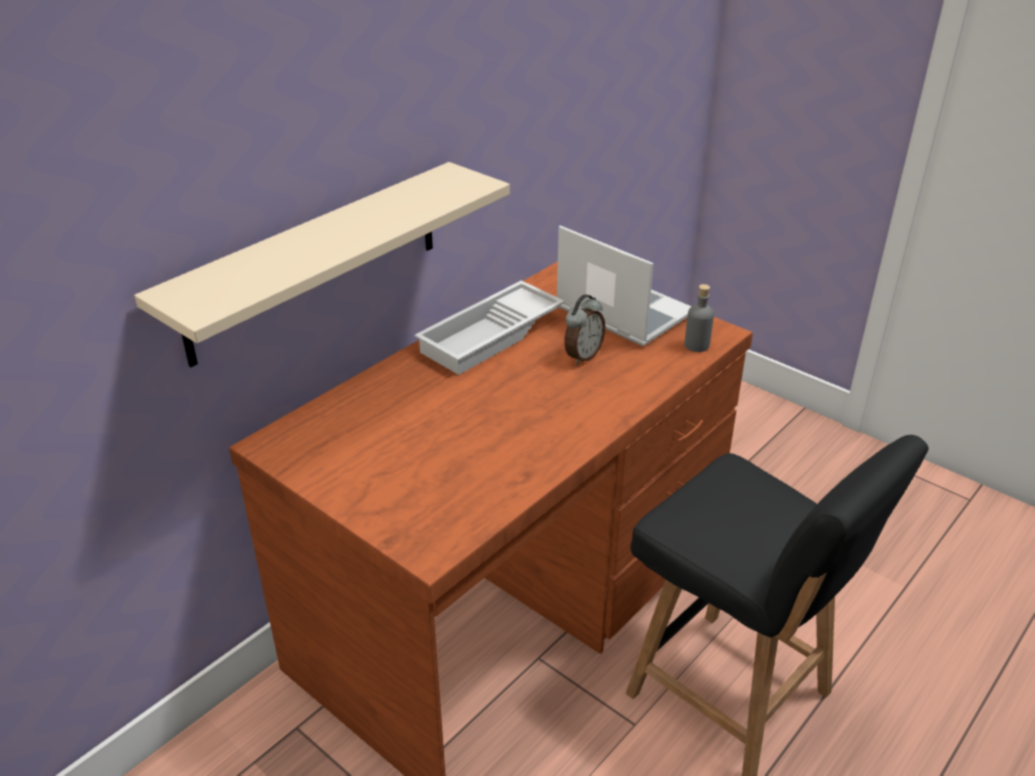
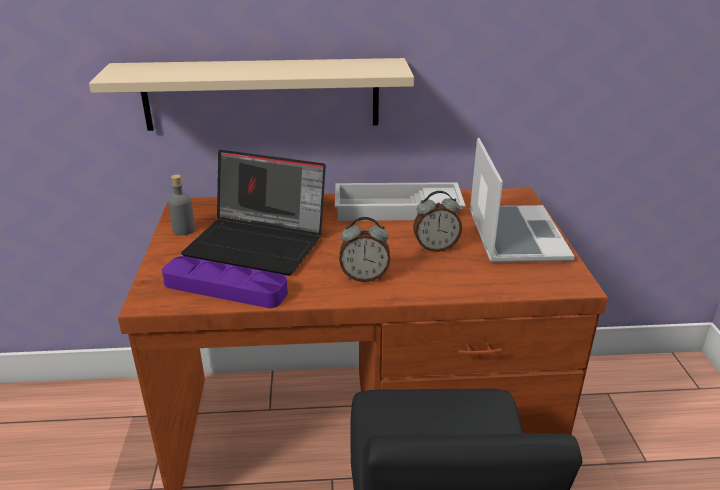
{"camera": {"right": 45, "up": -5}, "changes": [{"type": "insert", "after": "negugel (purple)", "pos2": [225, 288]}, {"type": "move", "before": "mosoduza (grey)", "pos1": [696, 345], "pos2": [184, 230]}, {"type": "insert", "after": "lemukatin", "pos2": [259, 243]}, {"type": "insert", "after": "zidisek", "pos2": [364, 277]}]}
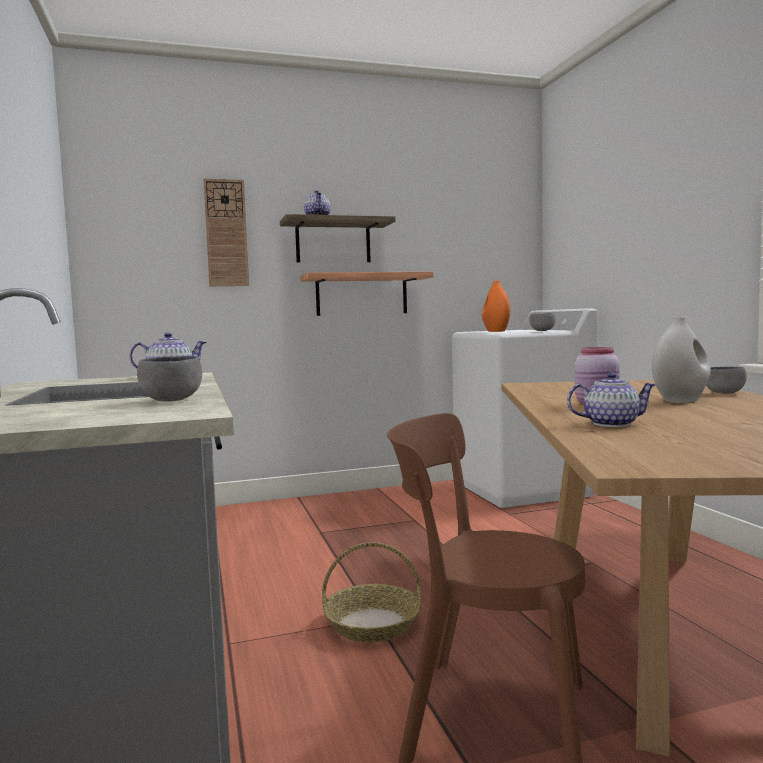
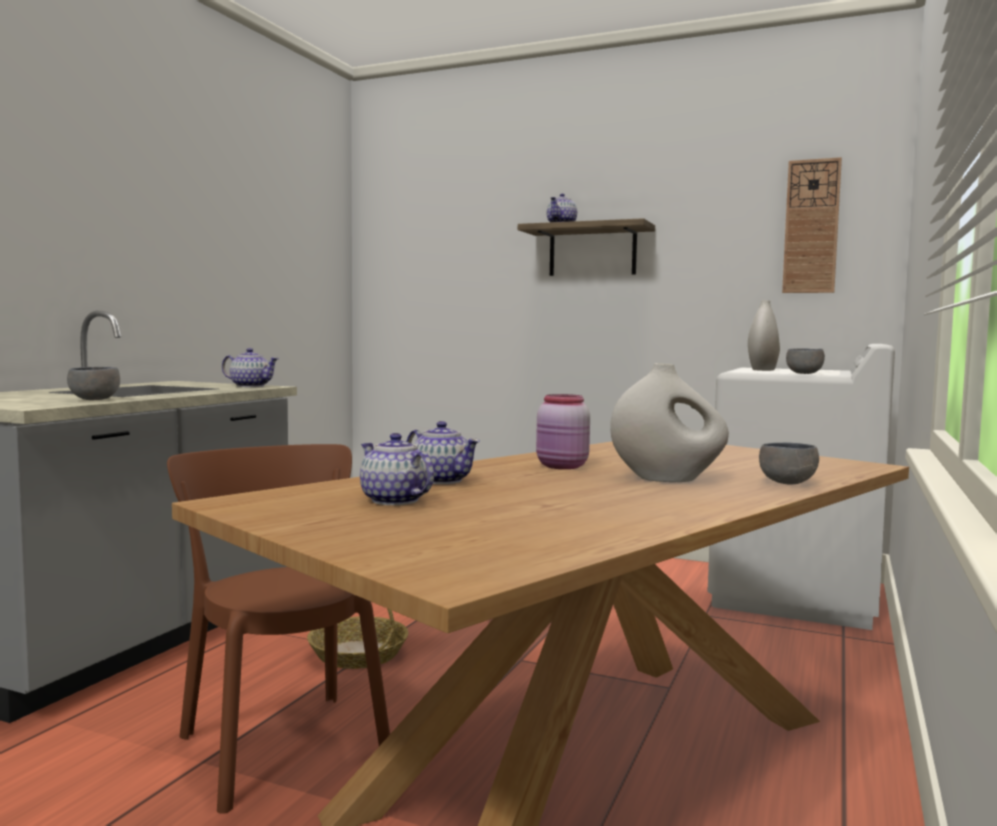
{"camera": {"right": 40, "up": 0}, "changes": [{"type": "insert", "after": "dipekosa", "pos2": [395, 500]}, {"type": "recolor", "before": "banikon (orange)", "after": "banikon (white)", "pos1": [495, 331], "pos2": [762, 370]}, {"type": "move", "before": "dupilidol", "pos1": [226, 233], "pos2": [811, 226]}, {"type": "delete", "before": "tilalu", "pos1": [361, 294]}]}
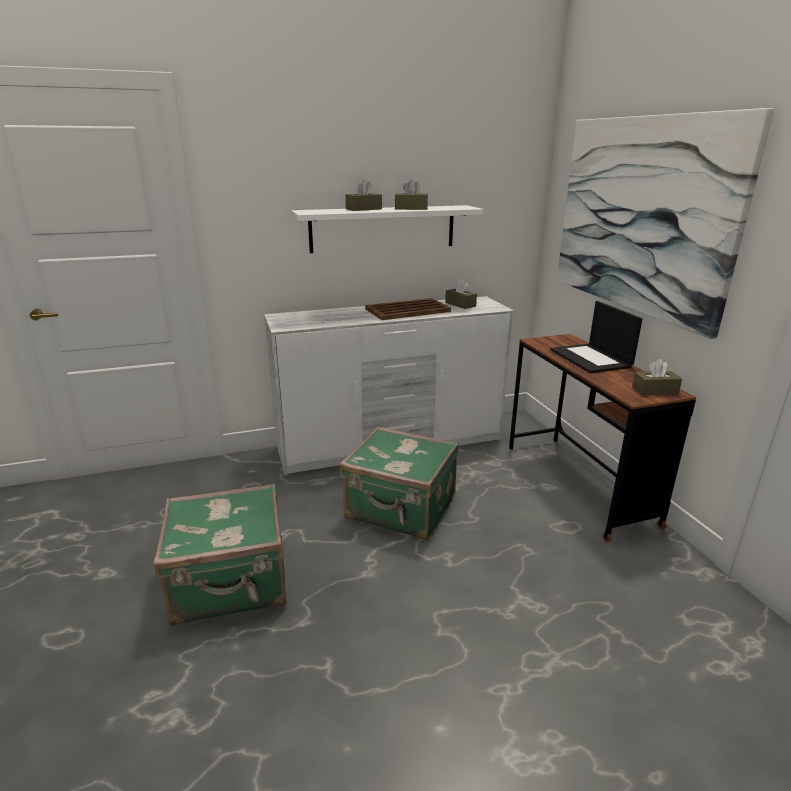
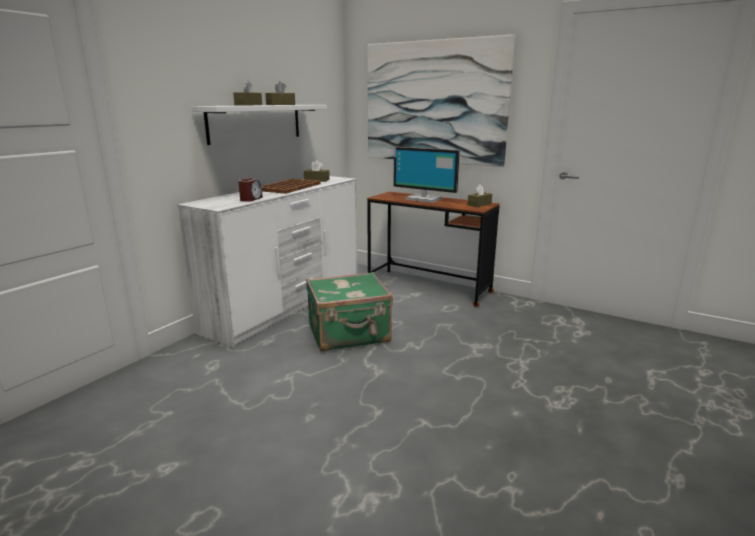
{"camera": {"right": -40, "up": -5}, "changes": [{"type": "insert", "after": "zidisek", "pos2": [251, 199]}, {"type": "replace", "before": "lemukatin", "after": "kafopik", "pos1": [591, 359], "pos2": [424, 199]}, {"type": "delete", "before": "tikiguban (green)", "pos1": [231, 584]}]}
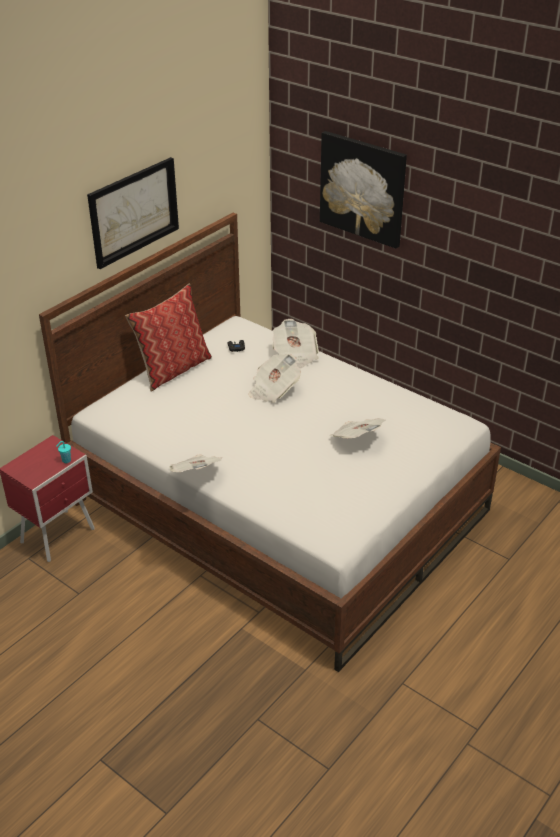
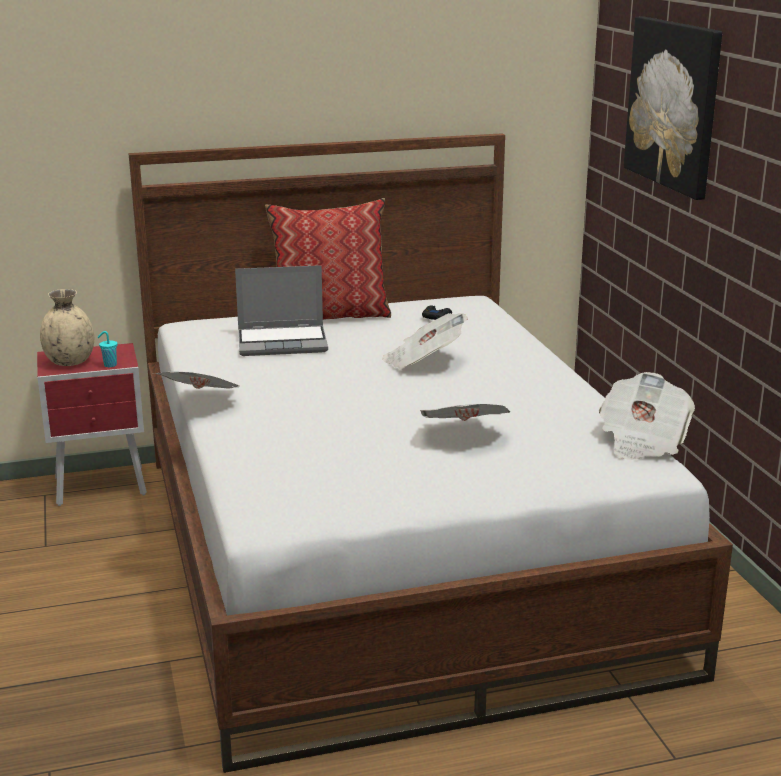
{"camera": {"right": 35, "up": -15}, "changes": [{"type": "insert", "after": "banikon (beige)", "pos2": [69, 362]}, {"type": "insert", "after": "lemukatin", "pos2": [283, 342]}, {"type": "move", "before": "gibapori", "pos1": [295, 355], "pos2": [642, 441]}, {"type": "delete", "before": "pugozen", "pos1": [134, 212]}]}
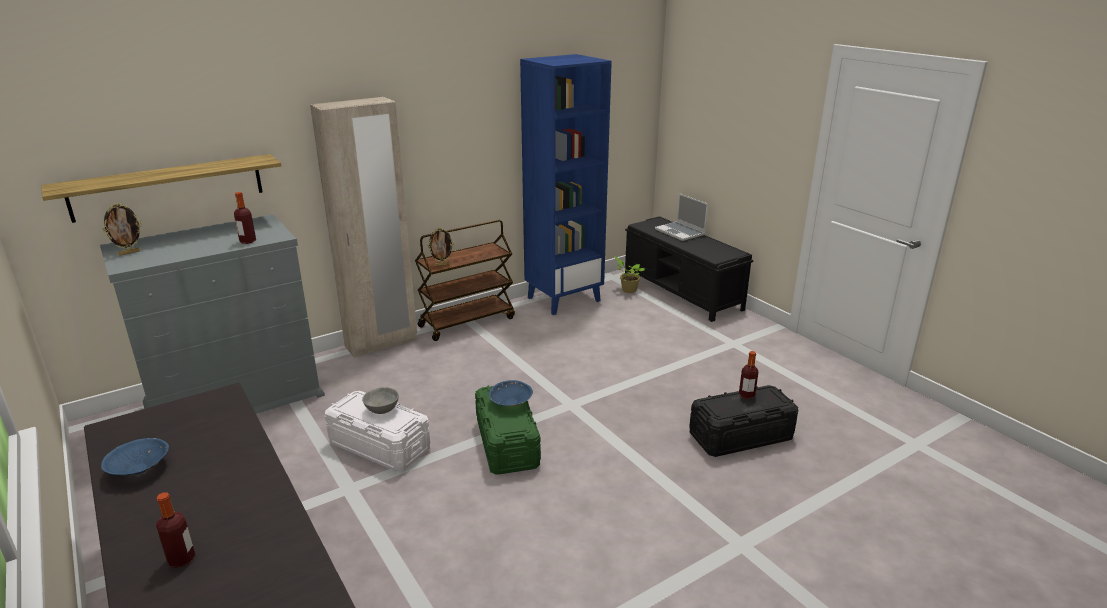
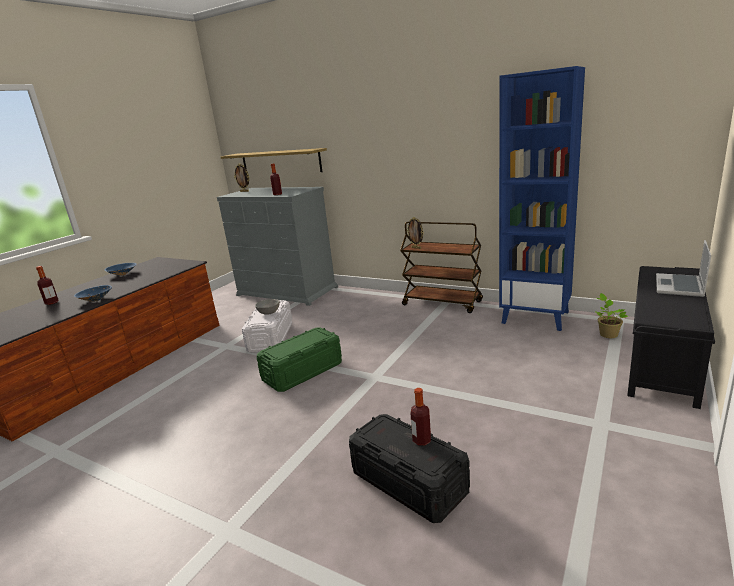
{"camera": {"right": 65, "up": -5}, "changes": [{"type": "move", "before": "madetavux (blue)", "pos1": [510, 403], "pos2": [95, 300]}, {"type": "delete", "before": "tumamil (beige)", "pos1": [381, 343]}]}
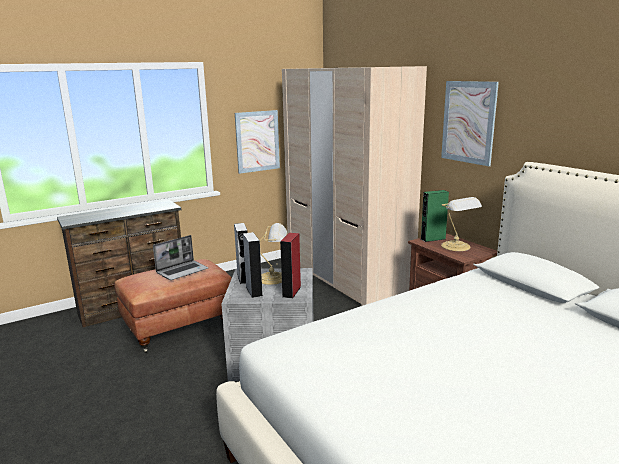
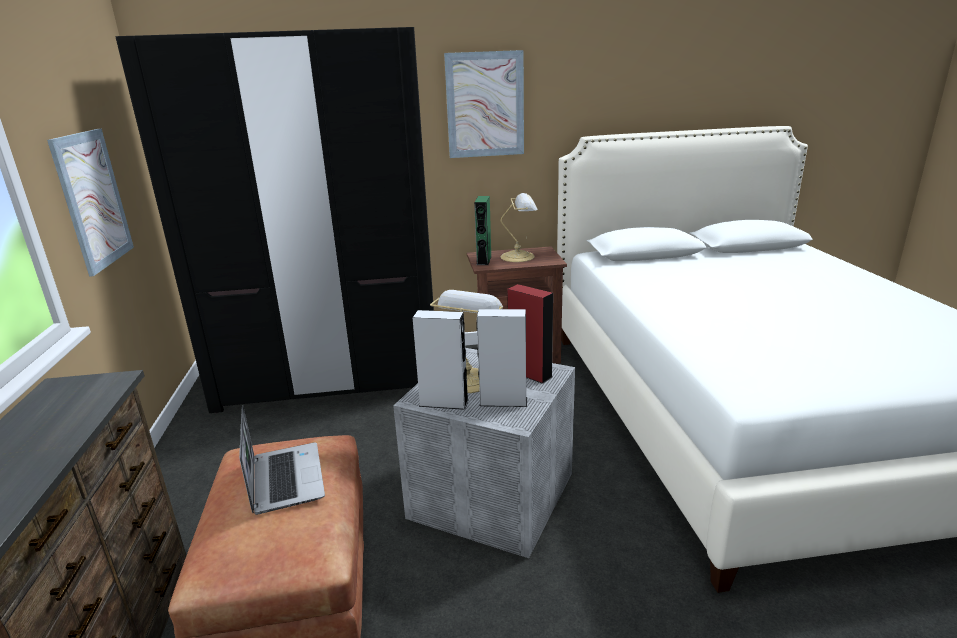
{"camera": {"right": -65, "up": 5}, "changes": [{"type": "recolor", "before": "tumamil (beige)", "after": "tumamil (black)", "pos1": [346, 278], "pos2": [330, 380]}]}
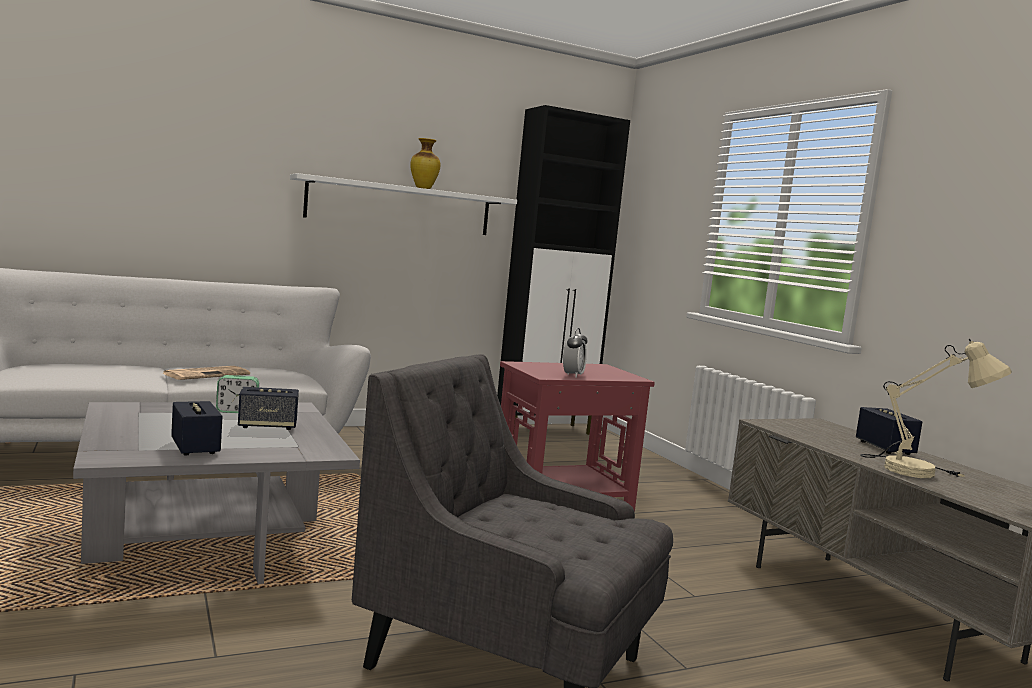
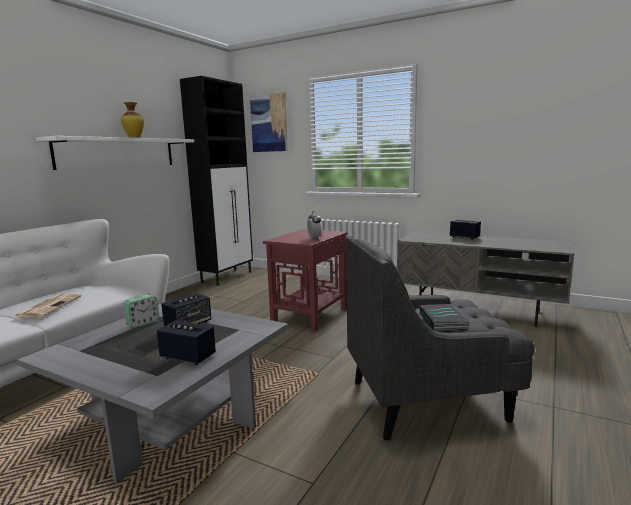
{"camera": {"right": -35, "up": 5}, "changes": [{"type": "insert", "after": "pugozen", "pos2": [269, 123]}, {"type": "insert", "after": "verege", "pos2": [443, 322]}, {"type": "delete", "before": "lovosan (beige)", "pos1": [919, 472]}]}
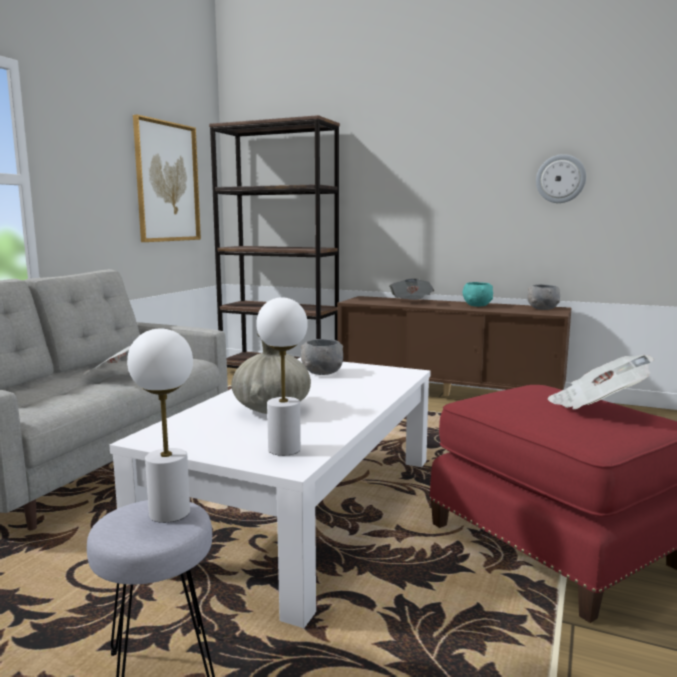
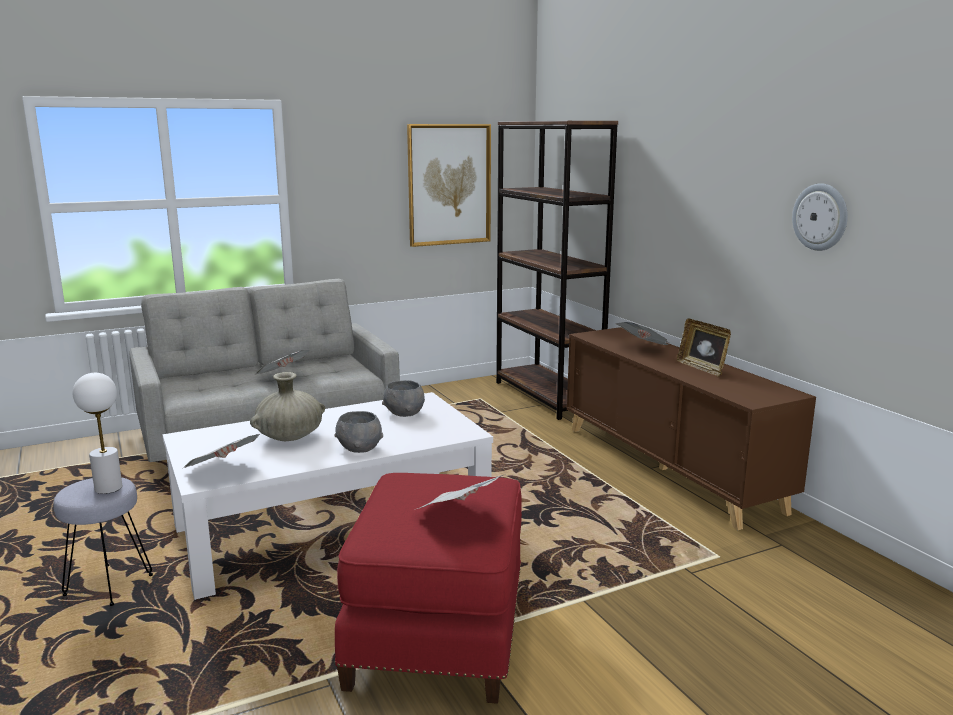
{"camera": {"right": 40, "up": 5}, "changes": [{"type": "replace", "before": "lovosan (white)", "after": "gibapori", "pos1": [283, 449], "pos2": [223, 470]}, {"type": "move", "before": "madetavux (grey)", "pos1": [542, 308], "pos2": [359, 448]}, {"type": "replace", "before": "madetavux (turquoise)", "after": "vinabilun", "pos1": [477, 305], "pos2": [702, 368]}]}
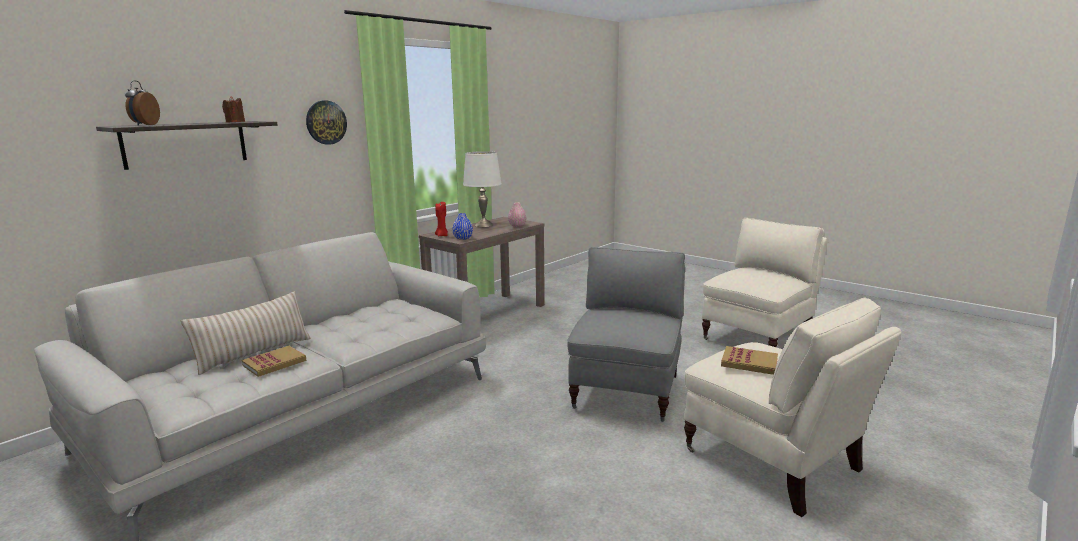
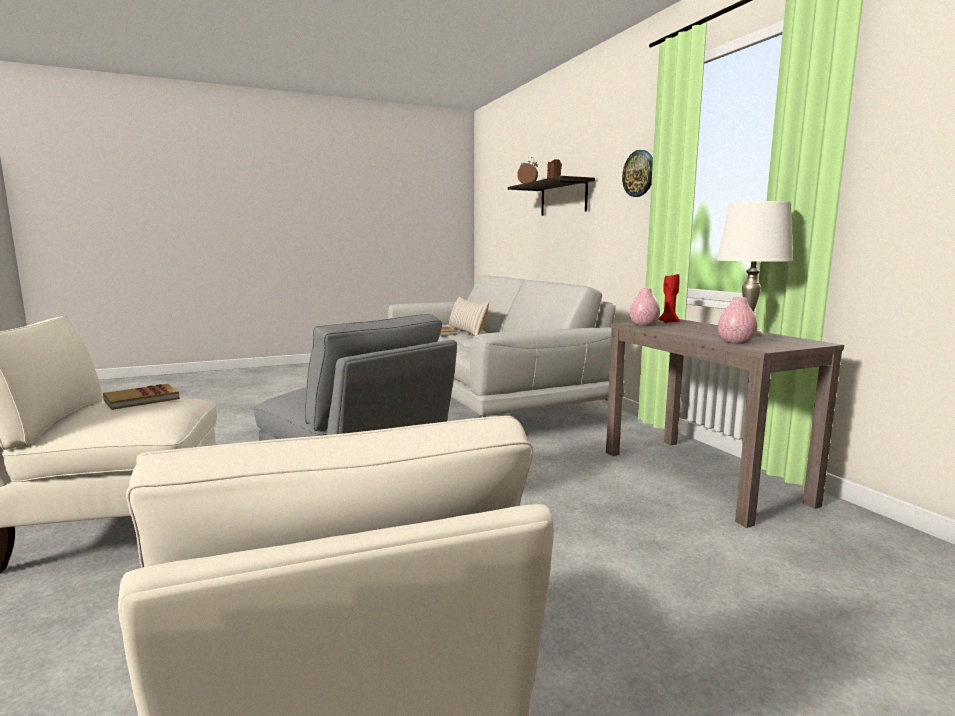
{"camera": {"right": 115, "up": -5}, "changes": [{"type": "recolor", "before": "banikon (blue)", "after": "banikon (pink)", "pos1": [463, 238], "pos2": [643, 325]}]}
